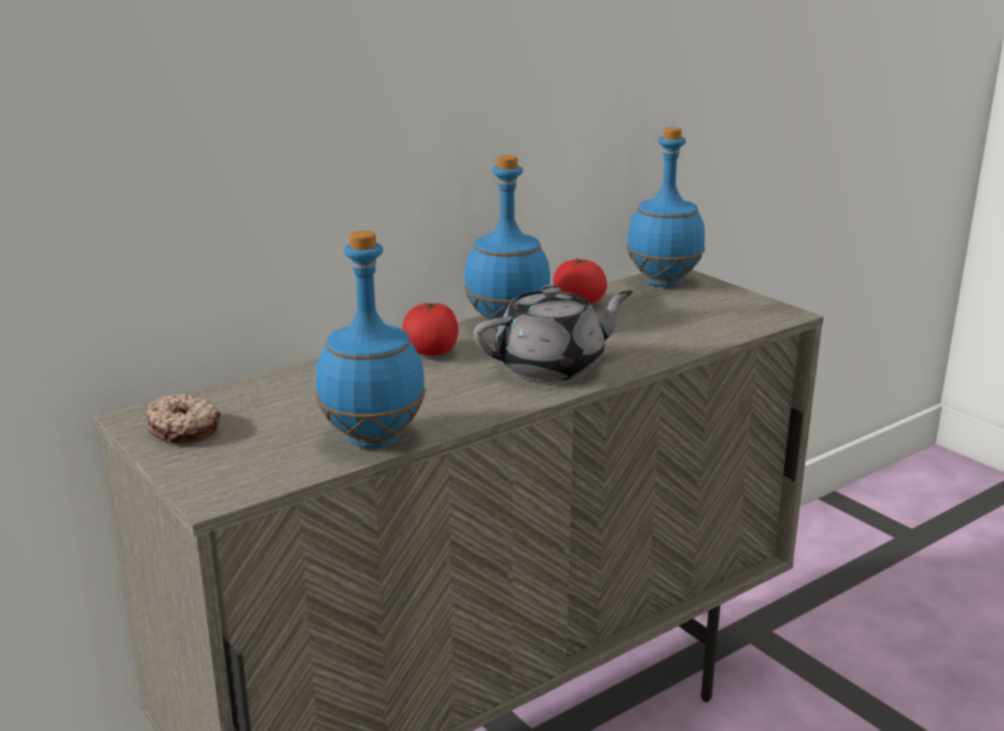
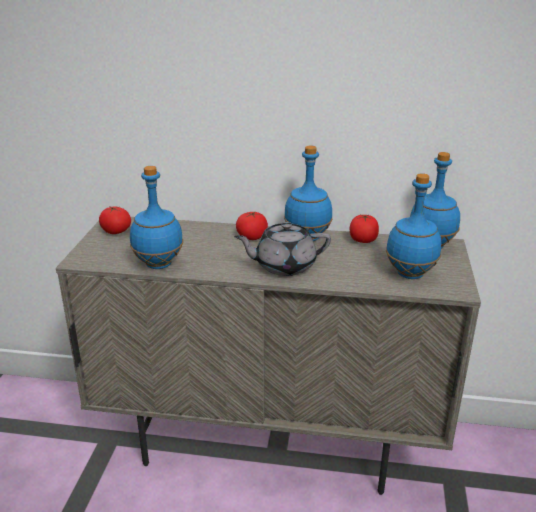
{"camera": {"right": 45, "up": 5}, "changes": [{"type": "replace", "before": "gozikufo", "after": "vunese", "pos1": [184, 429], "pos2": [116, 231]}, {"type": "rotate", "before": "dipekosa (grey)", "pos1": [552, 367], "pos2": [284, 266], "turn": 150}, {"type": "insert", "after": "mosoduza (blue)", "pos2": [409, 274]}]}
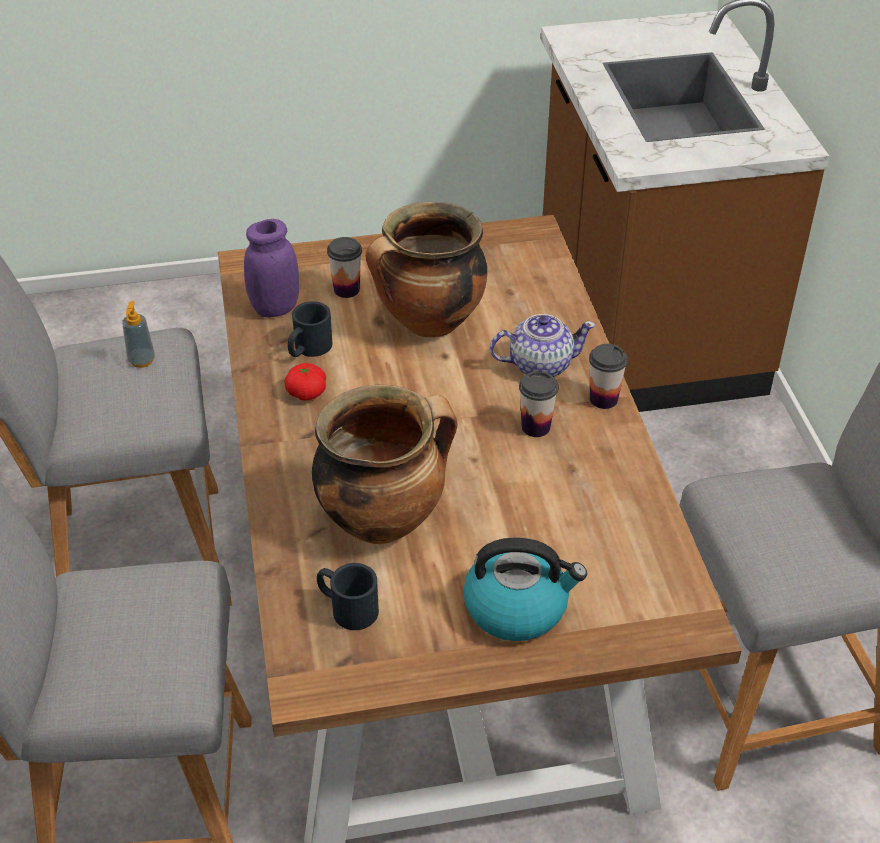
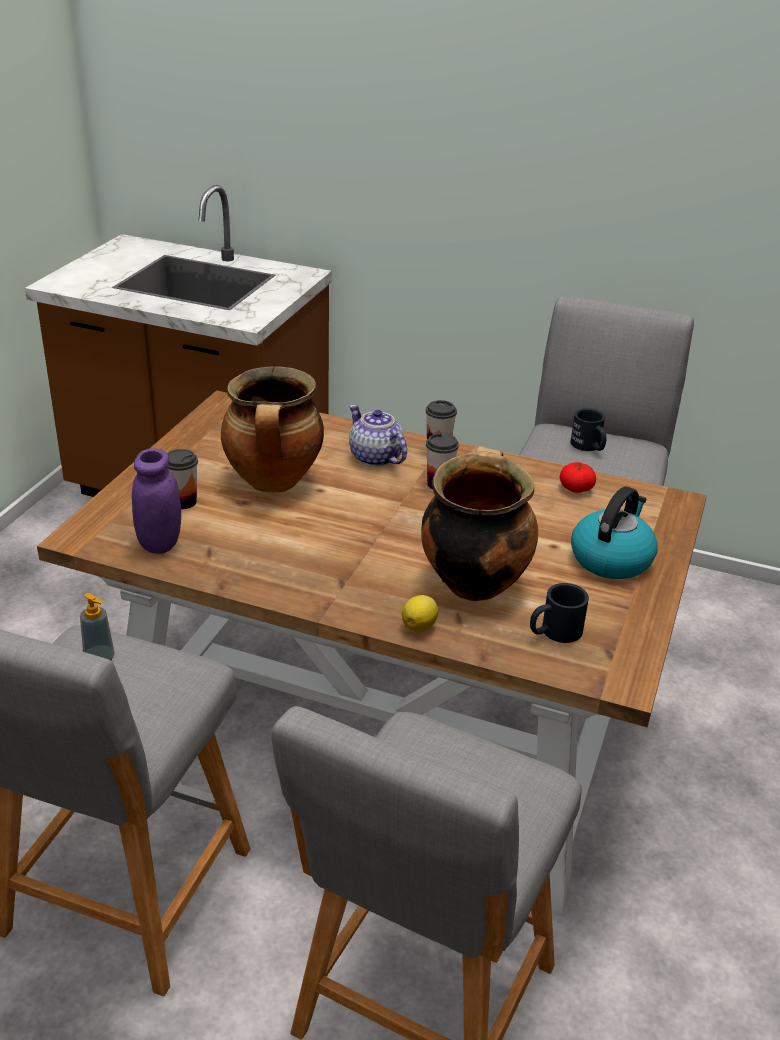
{"camera": {"right": -60, "up": -10}, "changes": [{"type": "rotate", "before": "dipekosa", "pos1": [539, 365], "pos2": [376, 458], "turn": -60}, {"type": "insert", "after": "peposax", "pos2": [420, 626]}, {"type": "move", "before": "vunese", "pos1": [306, 393], "pos2": [576, 488]}, {"type": "move", "before": "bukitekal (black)", "pos1": [308, 349], "pos2": [589, 447]}]}
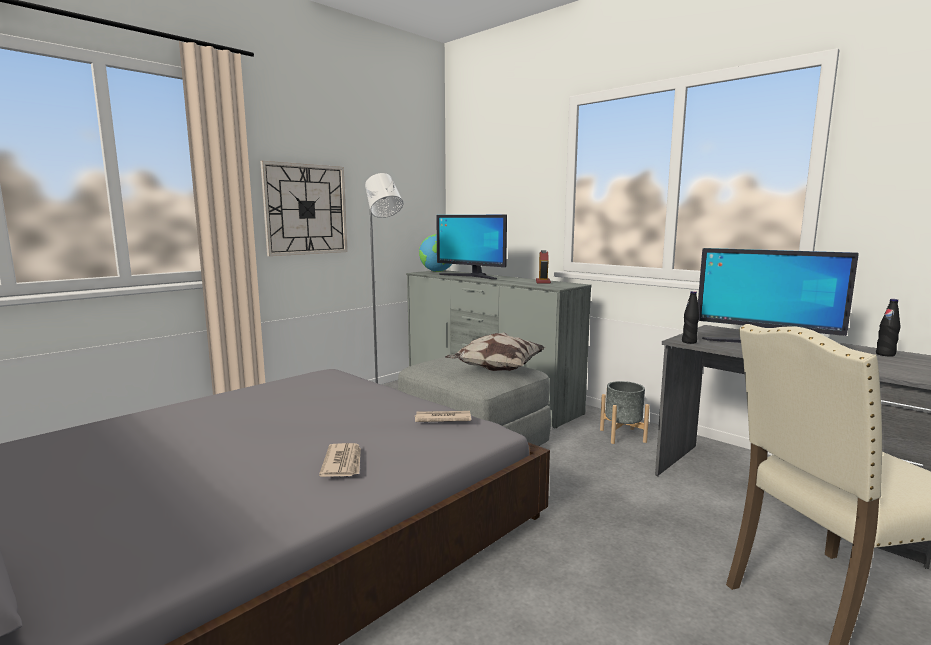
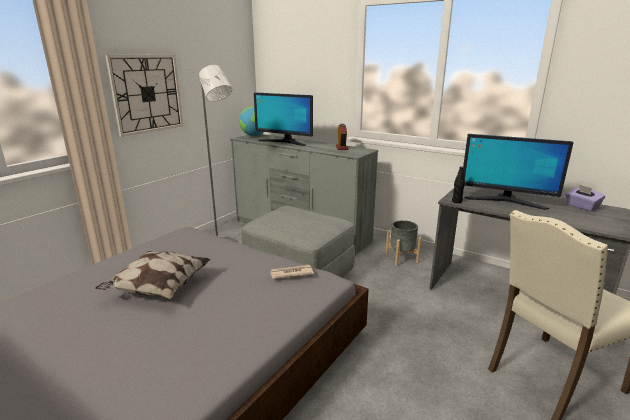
{"camera": {"right": -10, "up": 10}, "changes": [{"type": "move", "before": "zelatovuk", "pos1": [496, 370], "pos2": [158, 289]}, {"type": "replace", "before": "mosoduza (black)", "after": "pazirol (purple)", "pos1": [885, 354], "pos2": [581, 207]}, {"type": "delete", "before": "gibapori", "pos1": [343, 463]}]}
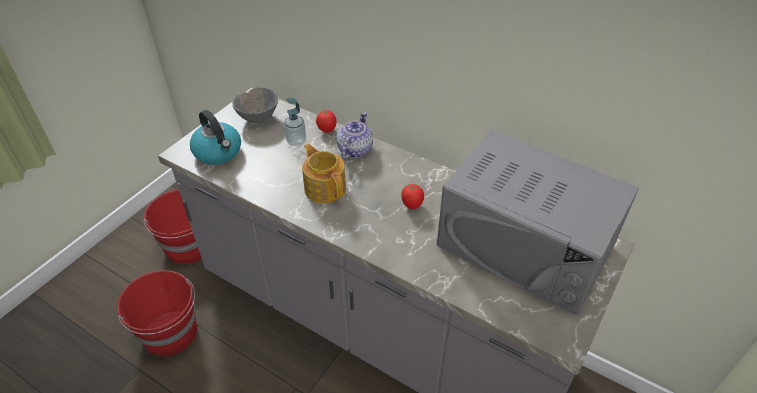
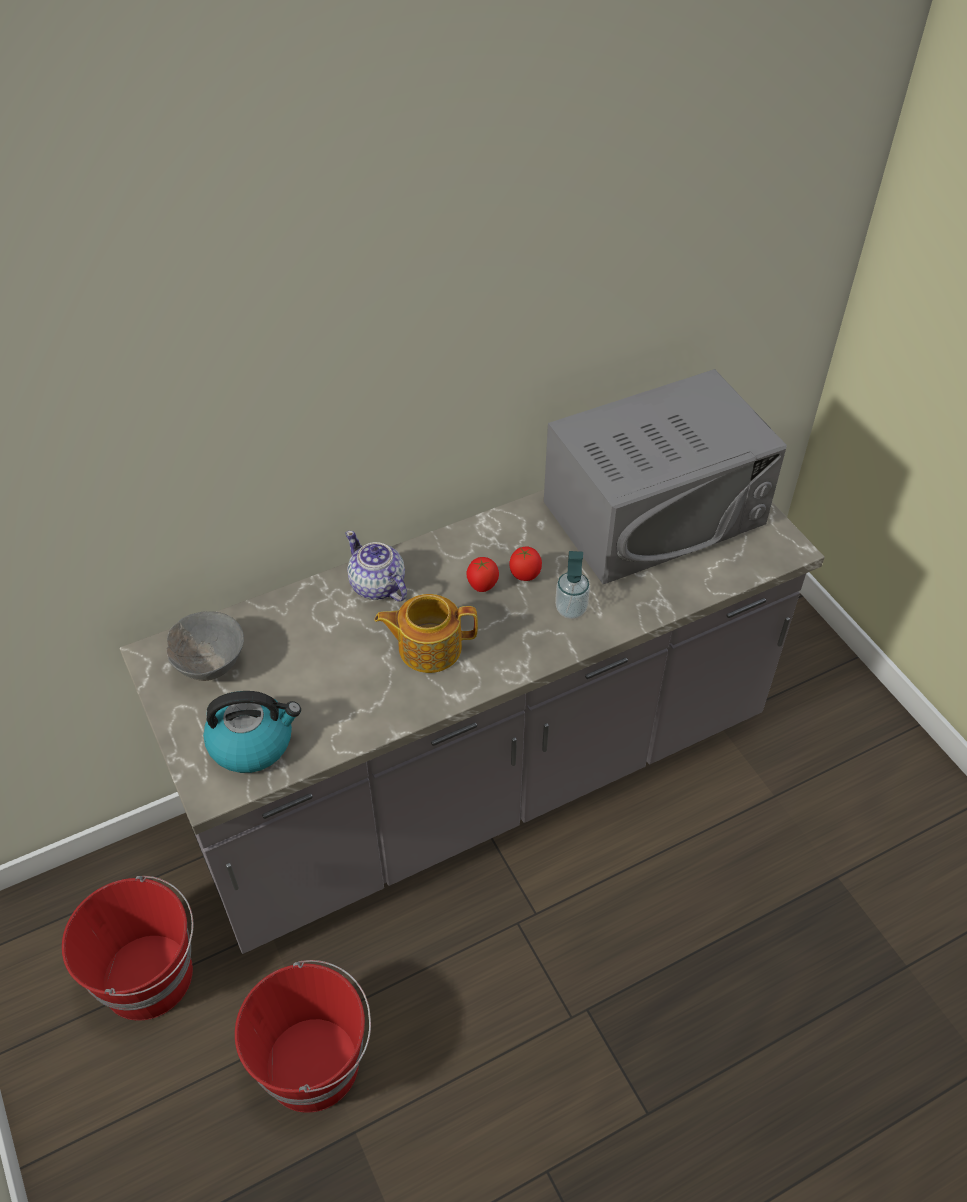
{"camera": {"right": -60, "up": 5}, "changes": [{"type": "move", "before": "vunese", "pos1": [327, 130], "pos2": [482, 586]}, {"type": "move", "before": "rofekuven", "pos1": [296, 141], "pos2": [571, 609]}]}
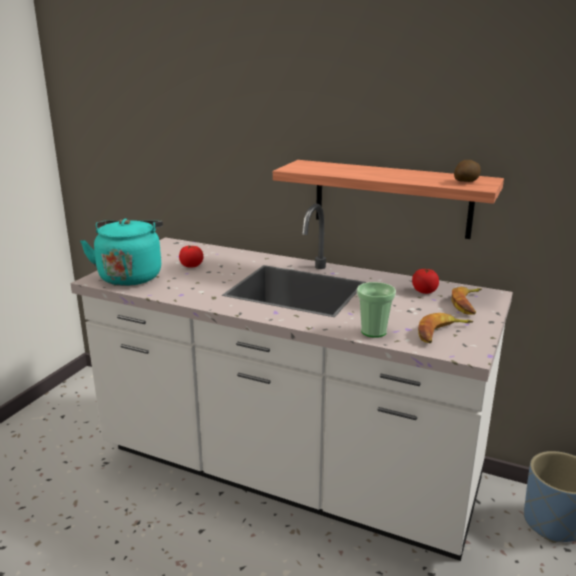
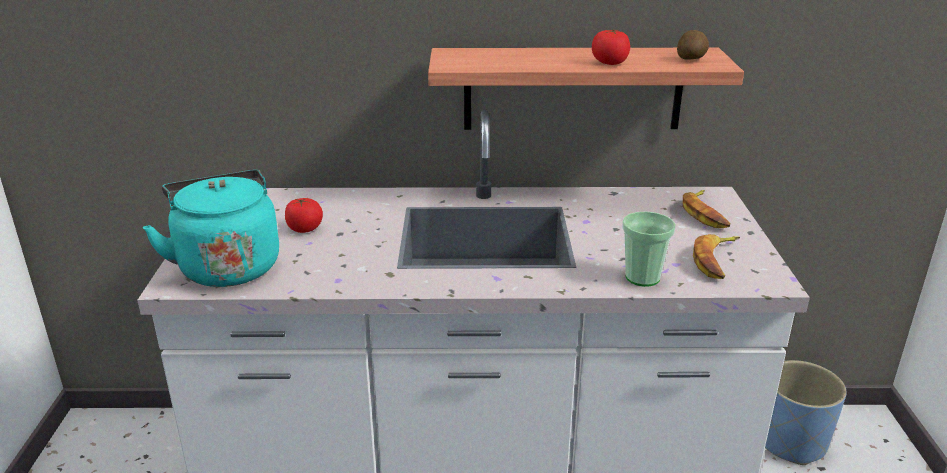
{"camera": {"right": -25, "up": 5}, "changes": [{"type": "move", "before": "vunese", "pos1": [424, 291], "pos2": [609, 63]}]}
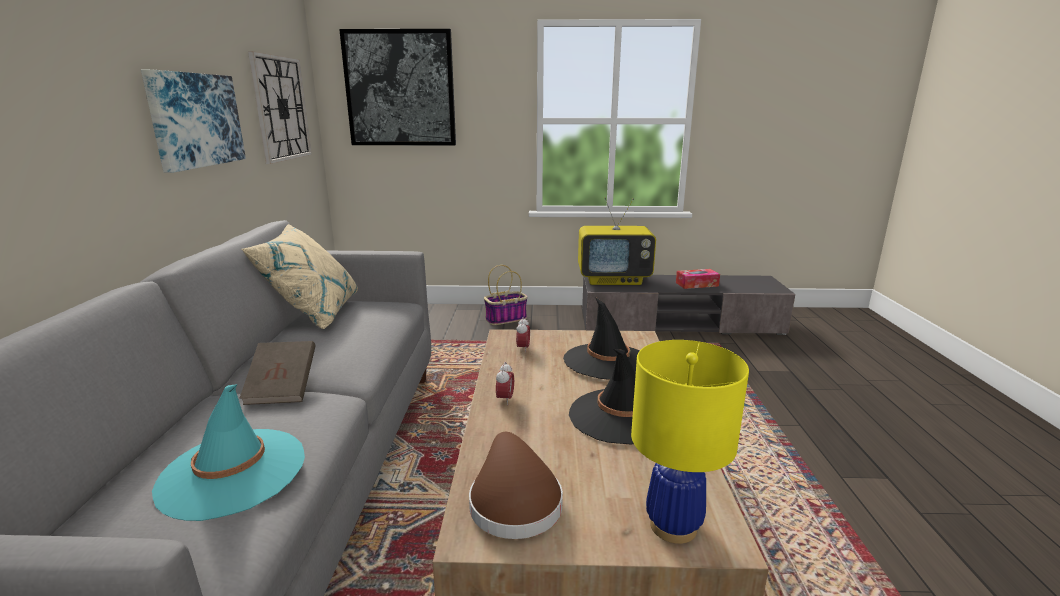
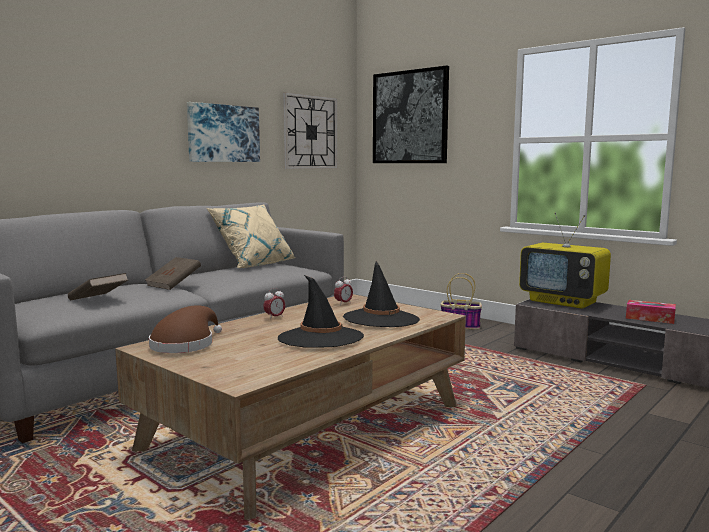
{"camera": {"right": 40, "up": -10}, "changes": [{"type": "replace", "before": "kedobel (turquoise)", "after": "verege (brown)", "pos1": [232, 472], "pos2": [98, 300]}, {"type": "delete", "before": "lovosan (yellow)", "pos1": [673, 526]}]}
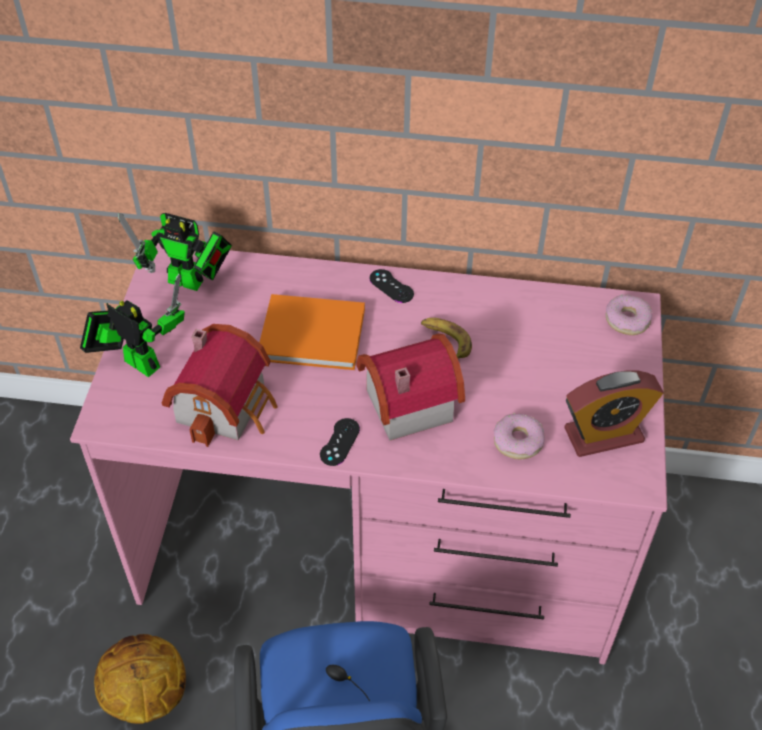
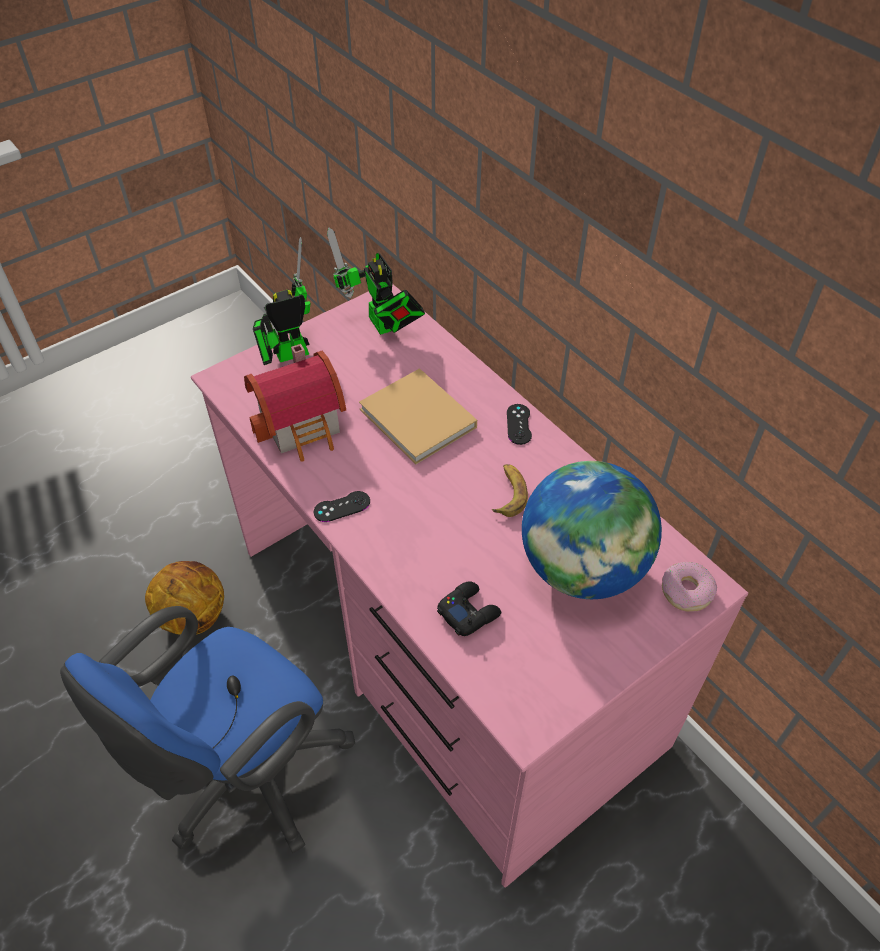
{"camera": {"right": 45, "up": 0}, "changes": [{"type": "rotate", "before": "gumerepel", "pos1": [137, 361], "pos2": [287, 355], "turn": -105}, {"type": "recolor", "before": "verege (orange)", "after": "verege (beige)", "pos1": [315, 335], "pos2": [419, 420]}, {"type": "replace", "before": "gozikufo", "after": "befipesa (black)", "pos1": [518, 441], "pos2": [468, 612]}, {"type": "insert", "after": "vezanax", "pos2": [582, 568]}, {"type": "delete", "before": "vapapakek", "pos1": [404, 401]}, {"type": "delete", "before": "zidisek", "pos1": [603, 435]}]}
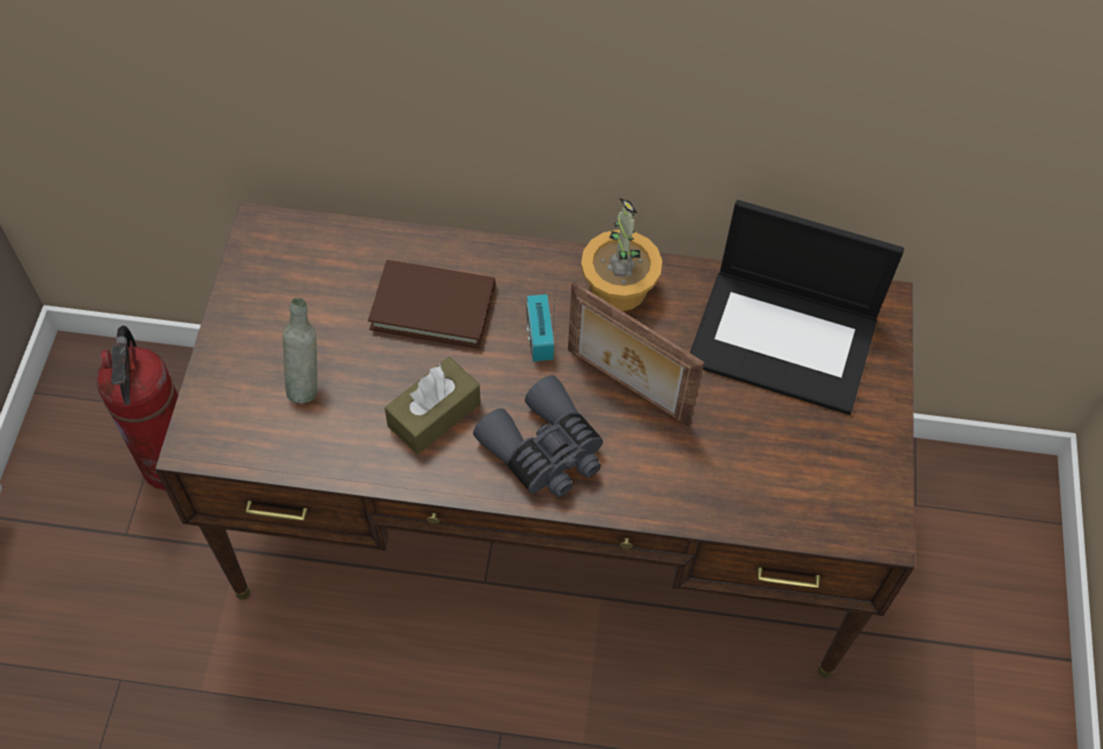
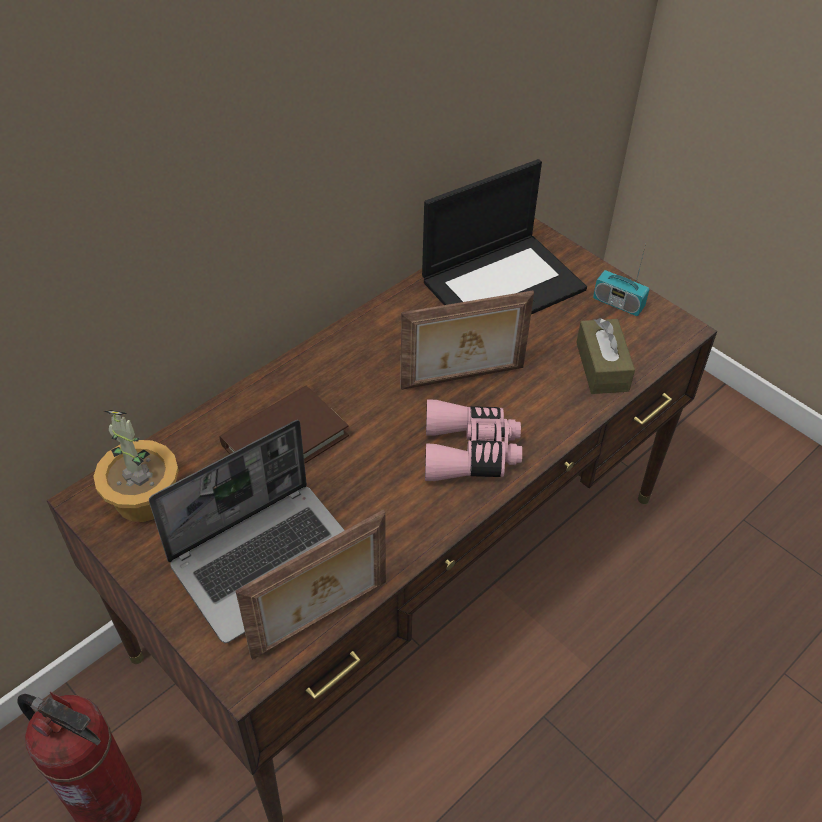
{"camera": {"right": -50, "up": -10}, "changes": [{"type": "move", "before": "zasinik", "pos1": [617, 288], "pos2": [143, 499]}, {"type": "replace", "before": "mosoduza (grey)", "after": "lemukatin", "pos1": [306, 384], "pos2": [268, 559]}, {"type": "insert", "after": "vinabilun", "pos2": [321, 620]}, {"type": "recolor", "before": "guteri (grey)", "after": "guteri (pink)", "pos1": [545, 451], "pos2": [470, 452]}, {"type": "move", "before": "pazirol (brown)", "pos1": [434, 414], "pos2": [602, 366]}, {"type": "move", "before": "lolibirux", "pos1": [539, 337], "pos2": [618, 303]}]}
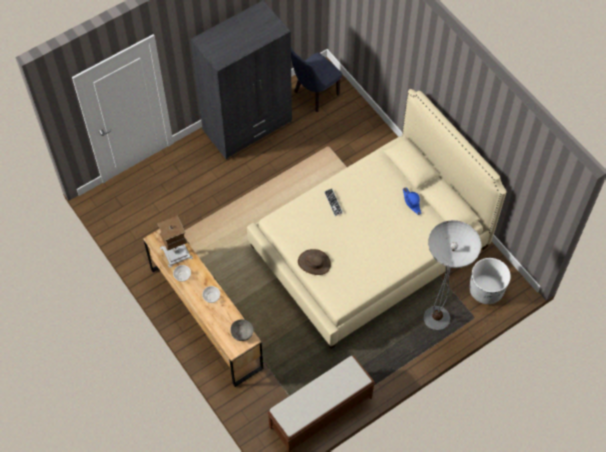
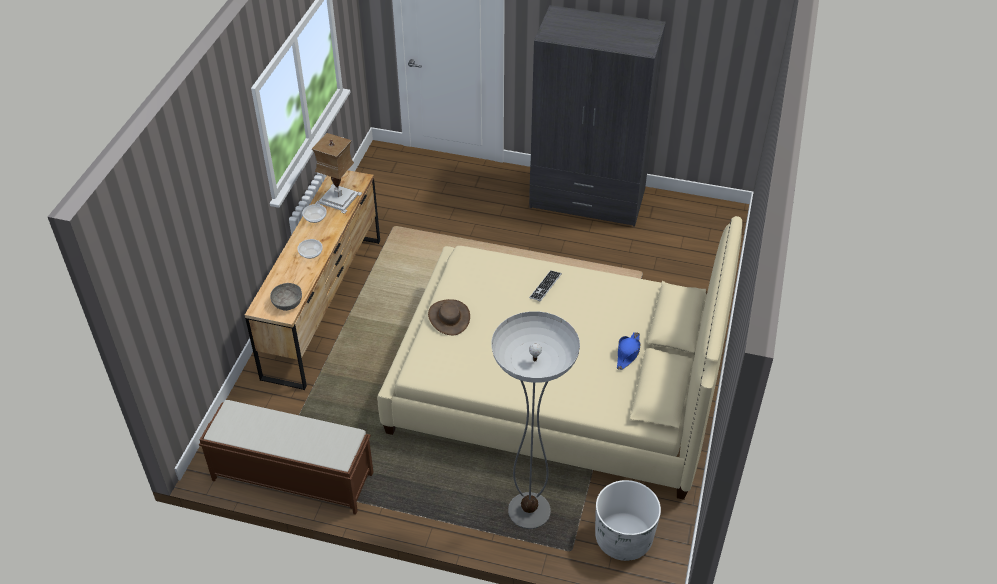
{"camera": {"right": 50, "up": -15}, "changes": [{"type": "delete", "before": "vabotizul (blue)", "pos1": [314, 95]}]}
